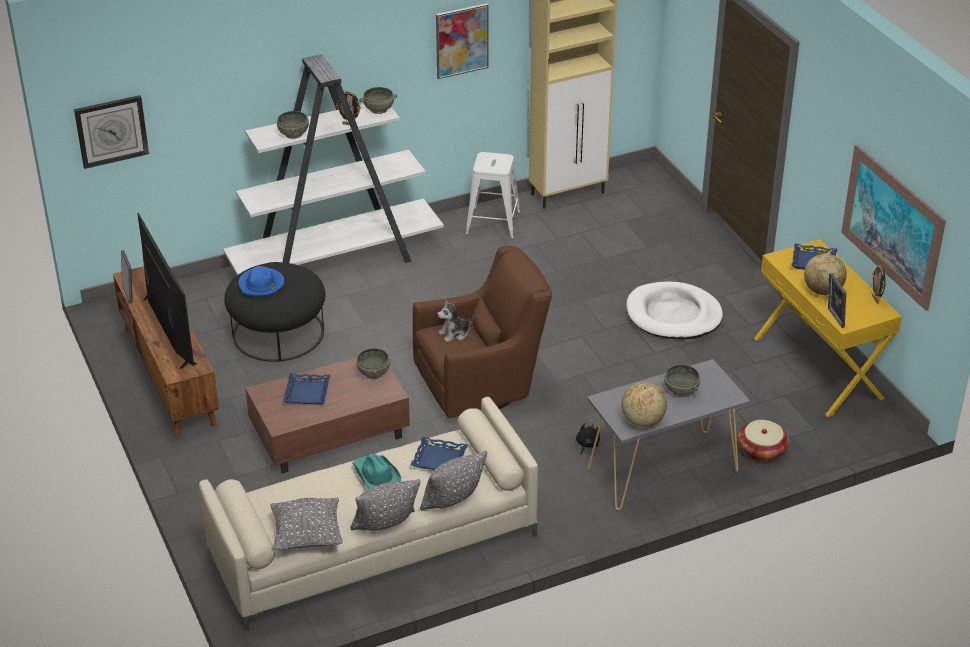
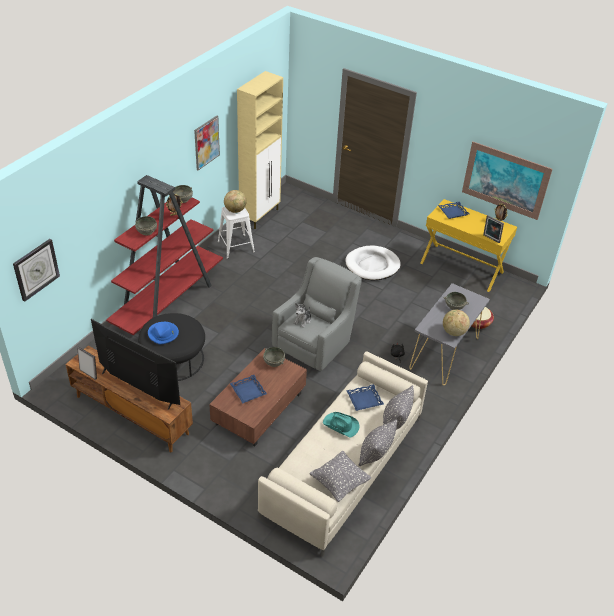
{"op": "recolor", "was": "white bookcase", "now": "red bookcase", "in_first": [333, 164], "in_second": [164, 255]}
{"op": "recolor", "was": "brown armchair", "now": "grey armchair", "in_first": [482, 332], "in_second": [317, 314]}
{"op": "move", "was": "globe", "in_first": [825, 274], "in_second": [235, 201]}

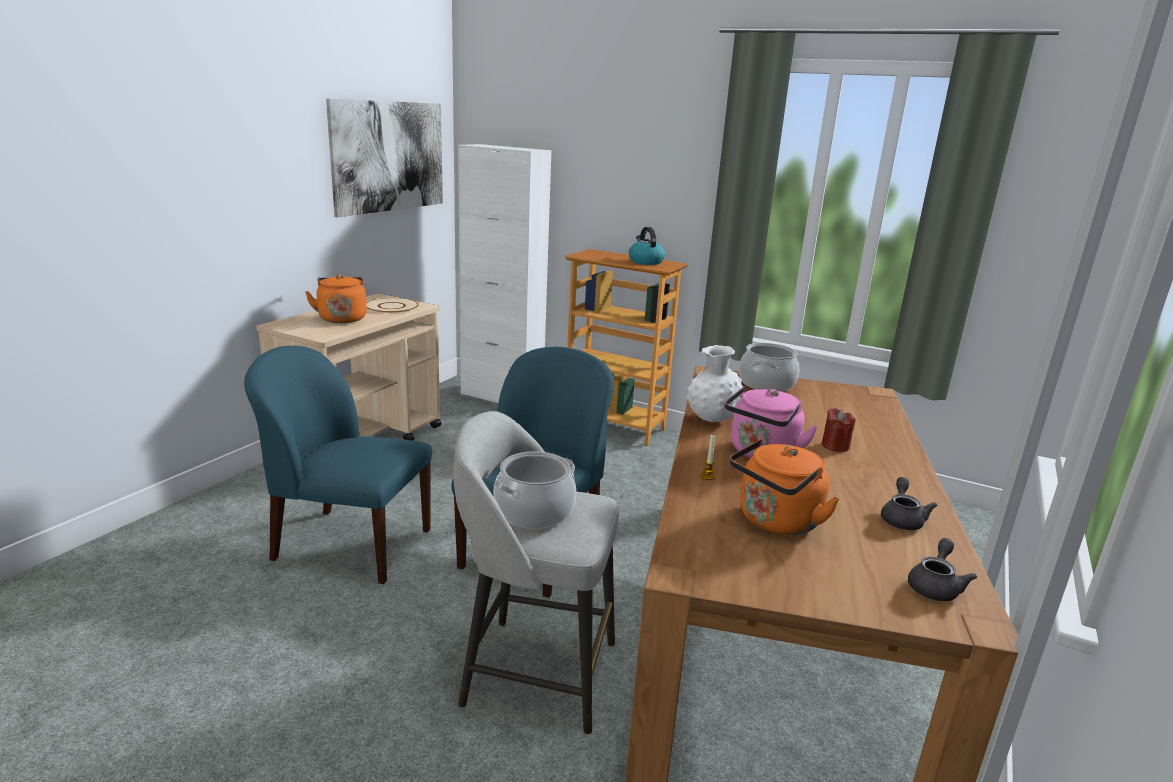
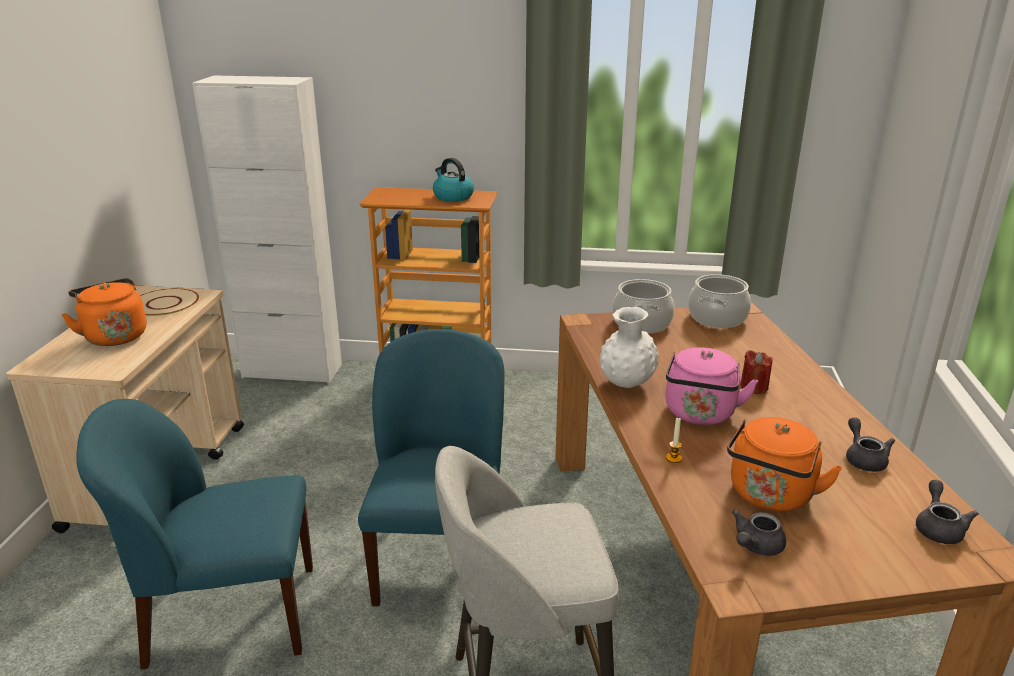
{"op": "delete", "was": "picture", "in_first": [384, 158]}
{"op": "move", "was": "cooking pot", "in_first": [534, 490], "in_second": [719, 301]}
{"op": "insert", "now": "grey teapot", "in_second": [759, 533]}

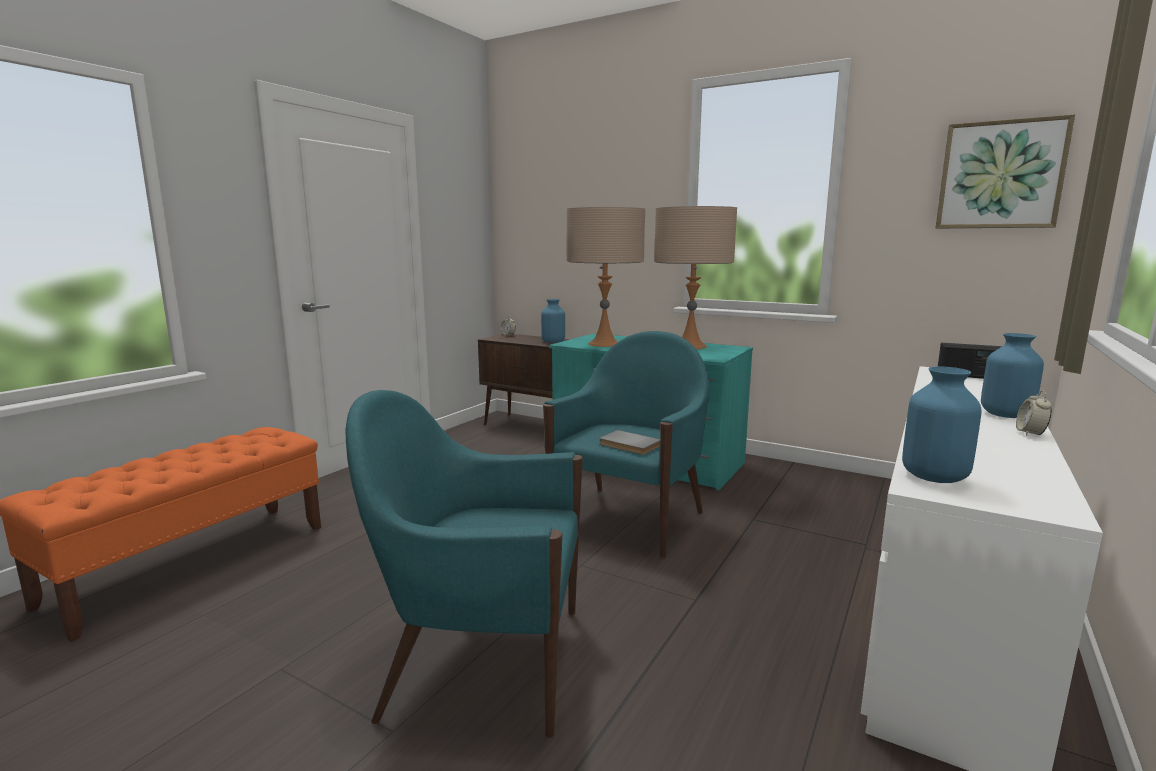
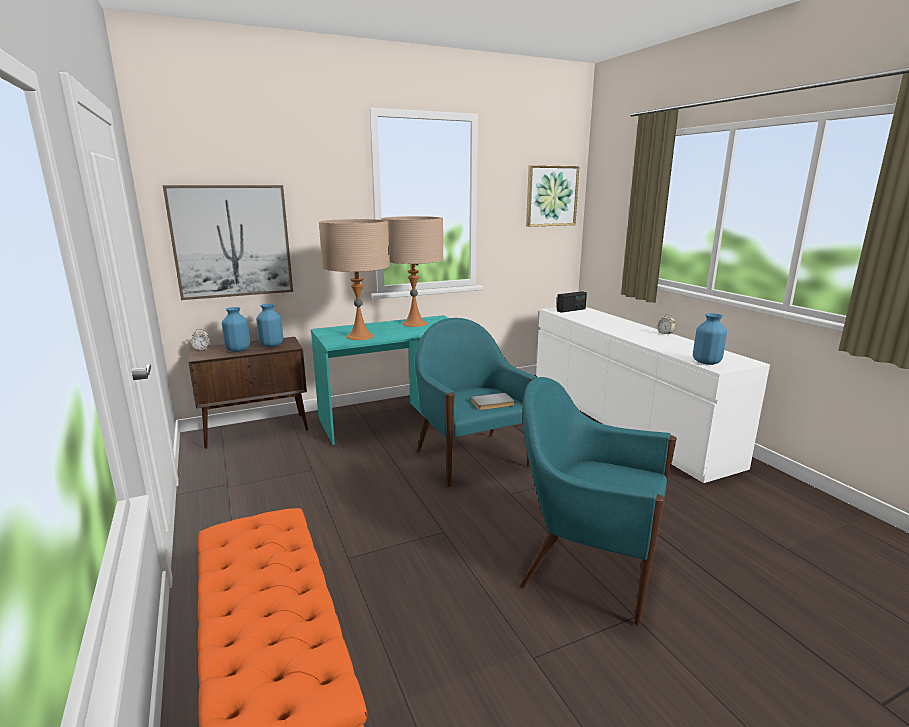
{"op": "move", "was": "blue vase", "in_first": [1012, 375], "in_second": [236, 329]}
{"op": "rotate", "was": "turquoise armchair", "in_first": [464, 564], "in_second": [598, 501], "clockwise": 75}
{"op": "insert", "now": "picture", "in_second": [228, 242]}

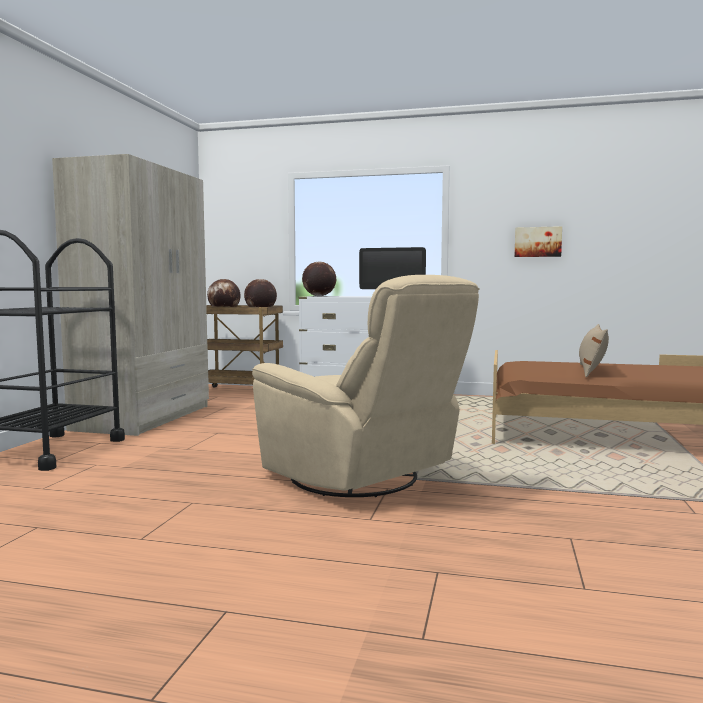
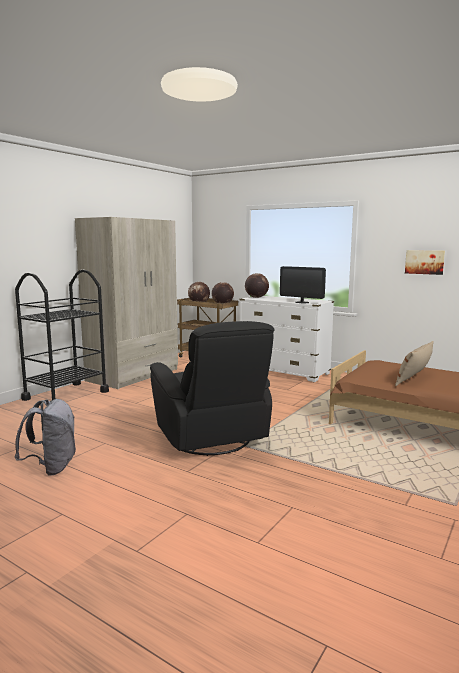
{"op": "recolor", "was": "beige armchair", "now": "black armchair", "in_first": [366, 386], "in_second": [212, 388]}
{"op": "insert", "now": "grey backpack", "in_second": [45, 437]}

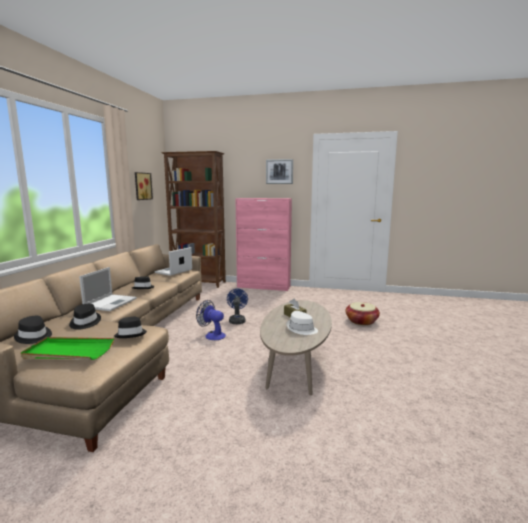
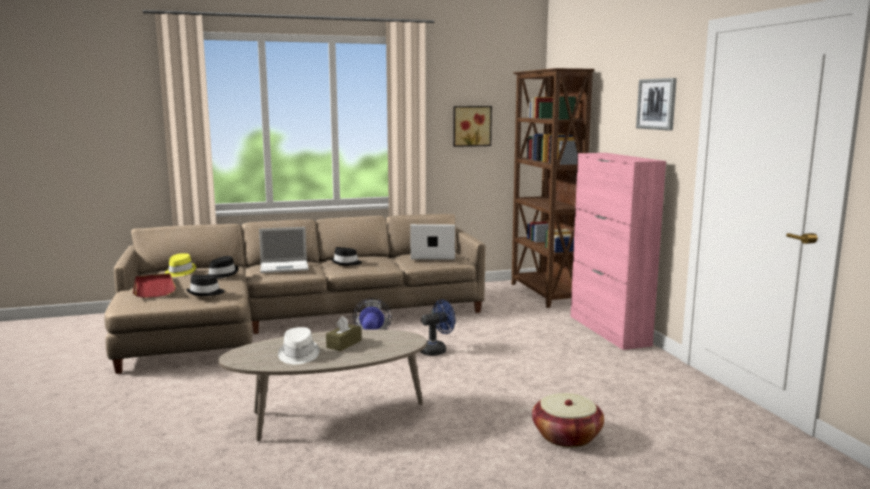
{"op": "recolor", "was": "black hat", "now": "yellow hat", "in_first": [33, 330], "in_second": [180, 265]}
{"op": "recolor", "was": "green tray", "now": "red tray", "in_first": [67, 348], "in_second": [154, 285]}

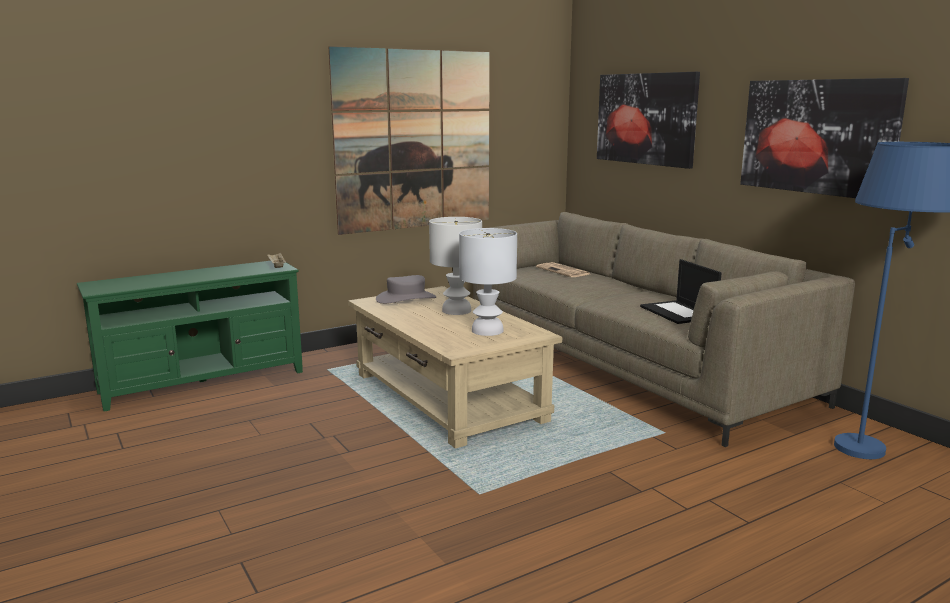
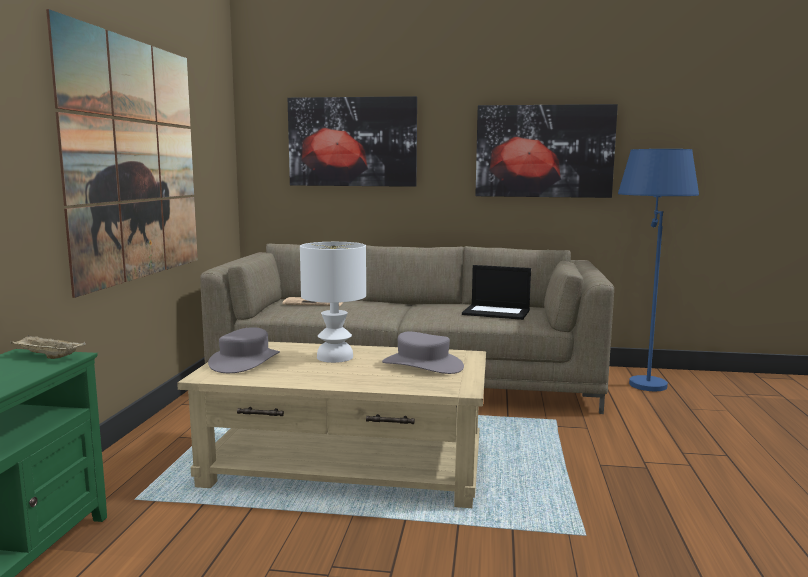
{"op": "replace", "was": "white table lamp", "now": "grey hat", "in_first": [488, 282], "in_second": [423, 353]}

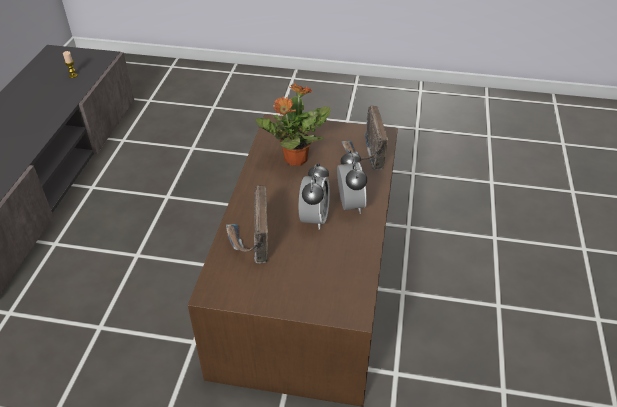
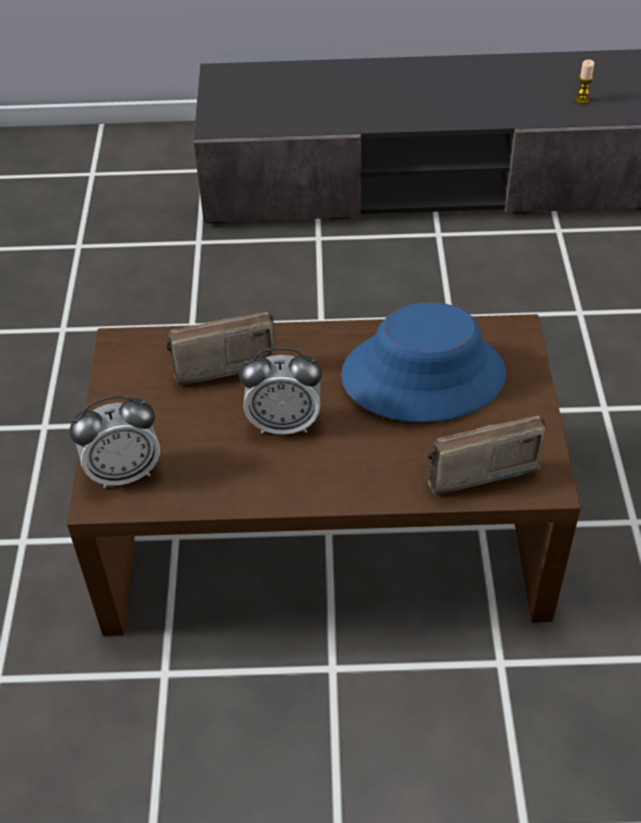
{"op": "replace", "was": "potted plant", "now": "blue hat", "in_first": [293, 124], "in_second": [423, 362]}
{"op": "move", "was": "alarm clock", "in_first": [352, 182], "in_second": [115, 442]}

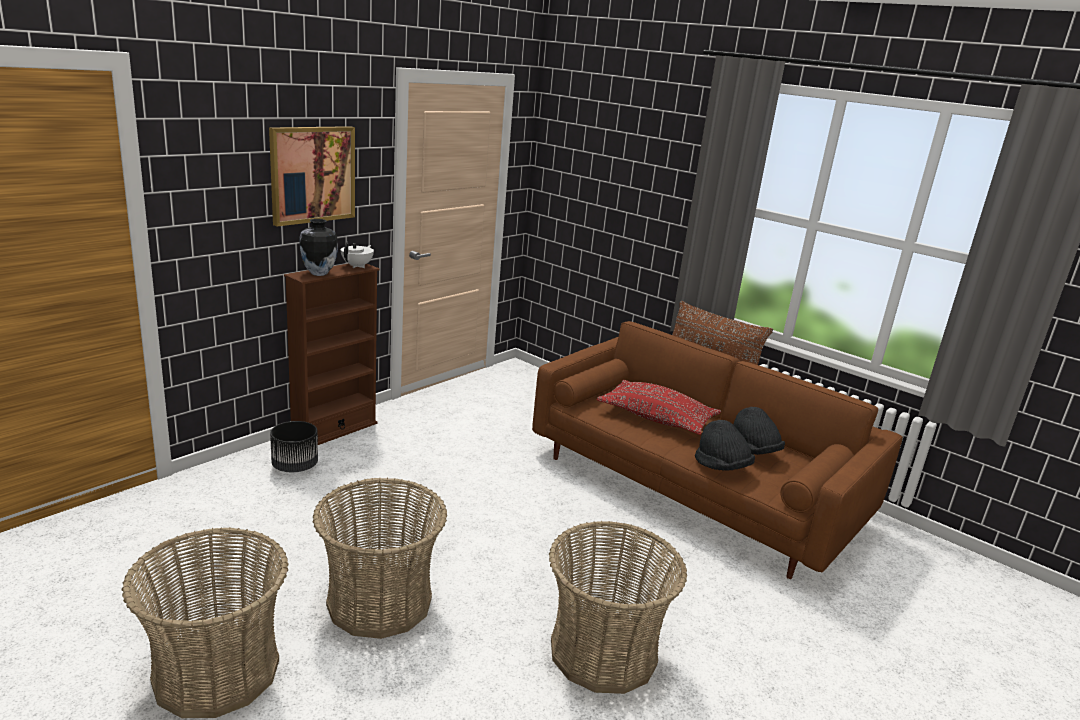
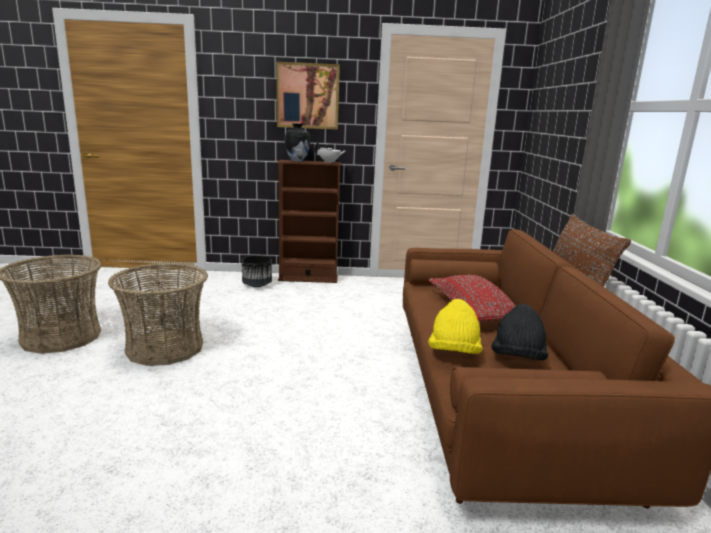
{"op": "recolor", "was": "black hat", "now": "yellow hat", "in_first": [725, 445], "in_second": [455, 326]}
{"op": "delete", "was": "basket", "in_first": [618, 607]}

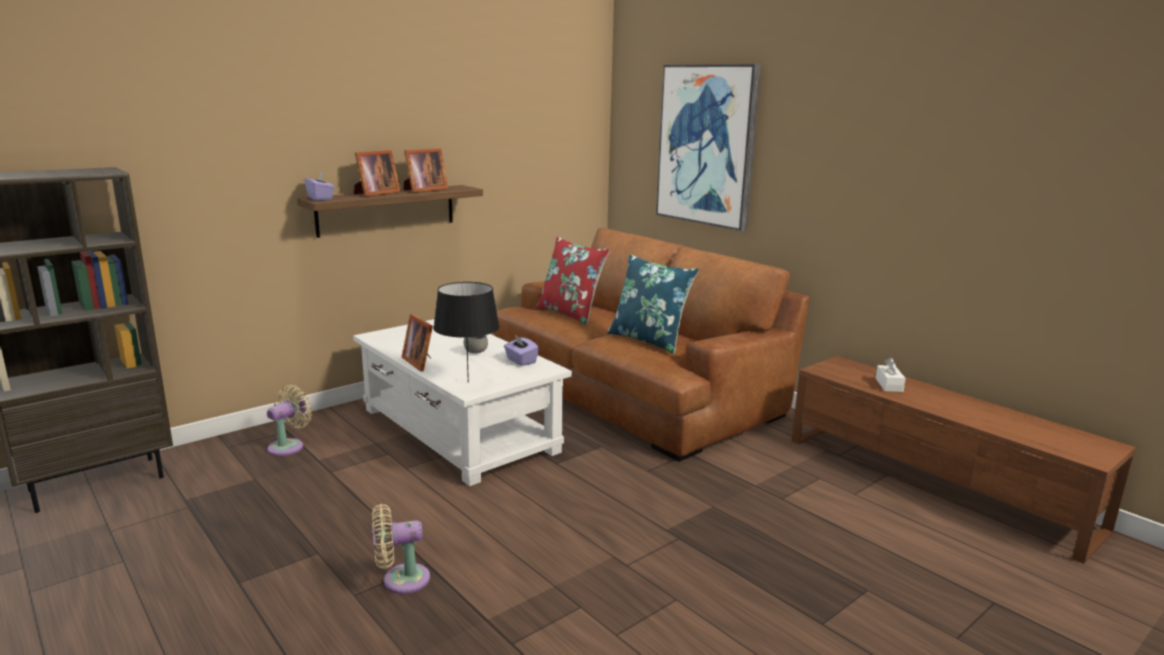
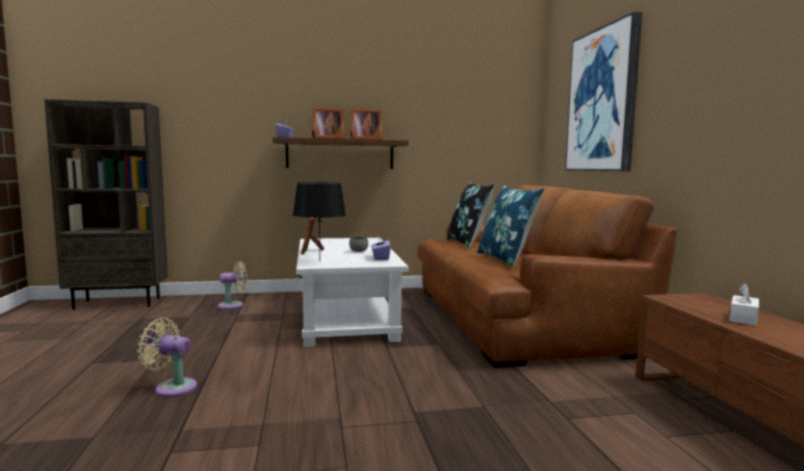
{"op": "recolor", "was": "red pillow", "now": "black pillow", "in_first": [573, 280], "in_second": [471, 215]}

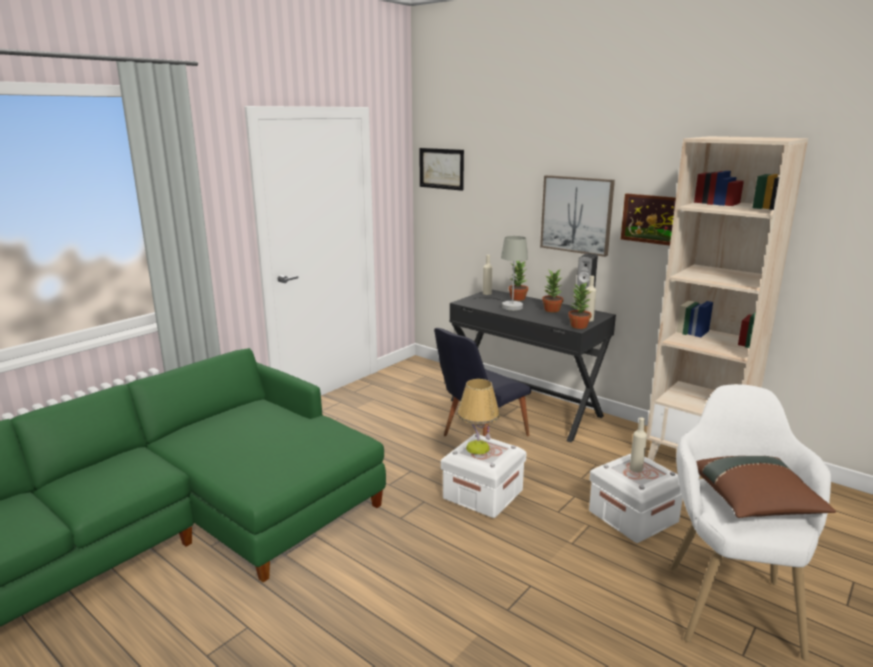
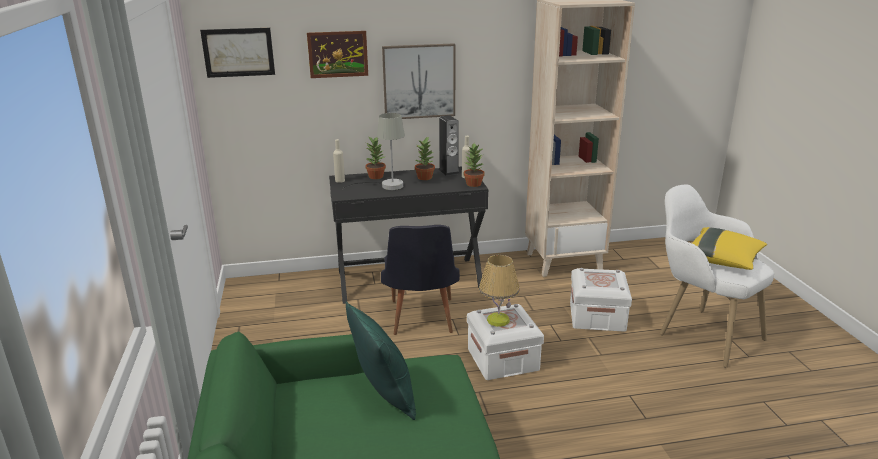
{"op": "move", "was": "picture", "in_first": [648, 219], "in_second": [337, 54]}
{"op": "delete", "was": "beige bottle", "in_first": [638, 445]}
{"op": "recolor", "was": "brown pillow", "now": "yellow pillow", "in_first": [766, 487], "in_second": [729, 248]}
{"op": "insert", "now": "green pillow", "in_second": [380, 360]}

